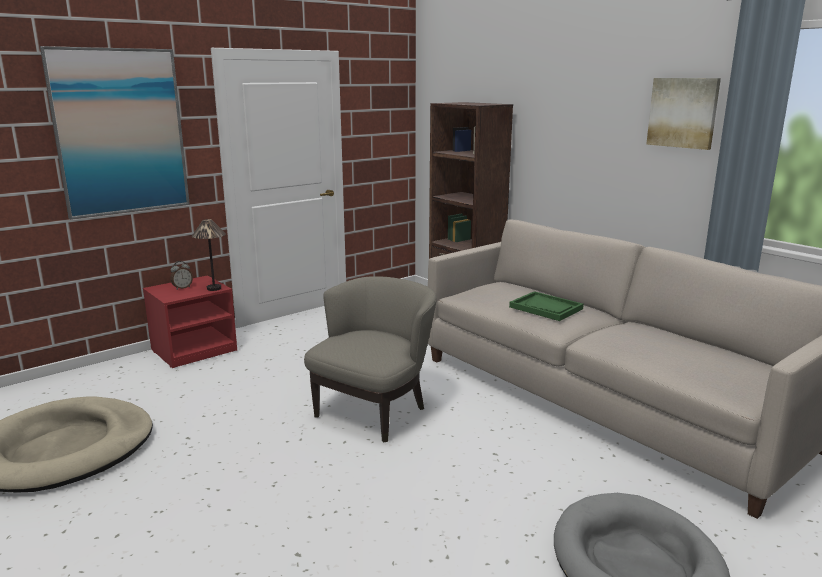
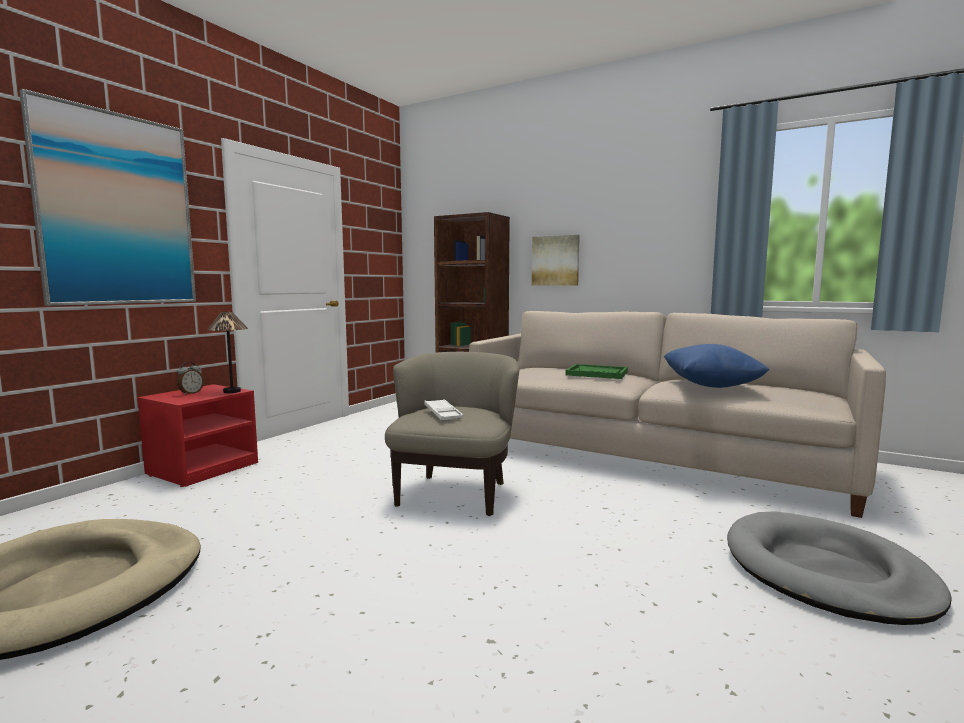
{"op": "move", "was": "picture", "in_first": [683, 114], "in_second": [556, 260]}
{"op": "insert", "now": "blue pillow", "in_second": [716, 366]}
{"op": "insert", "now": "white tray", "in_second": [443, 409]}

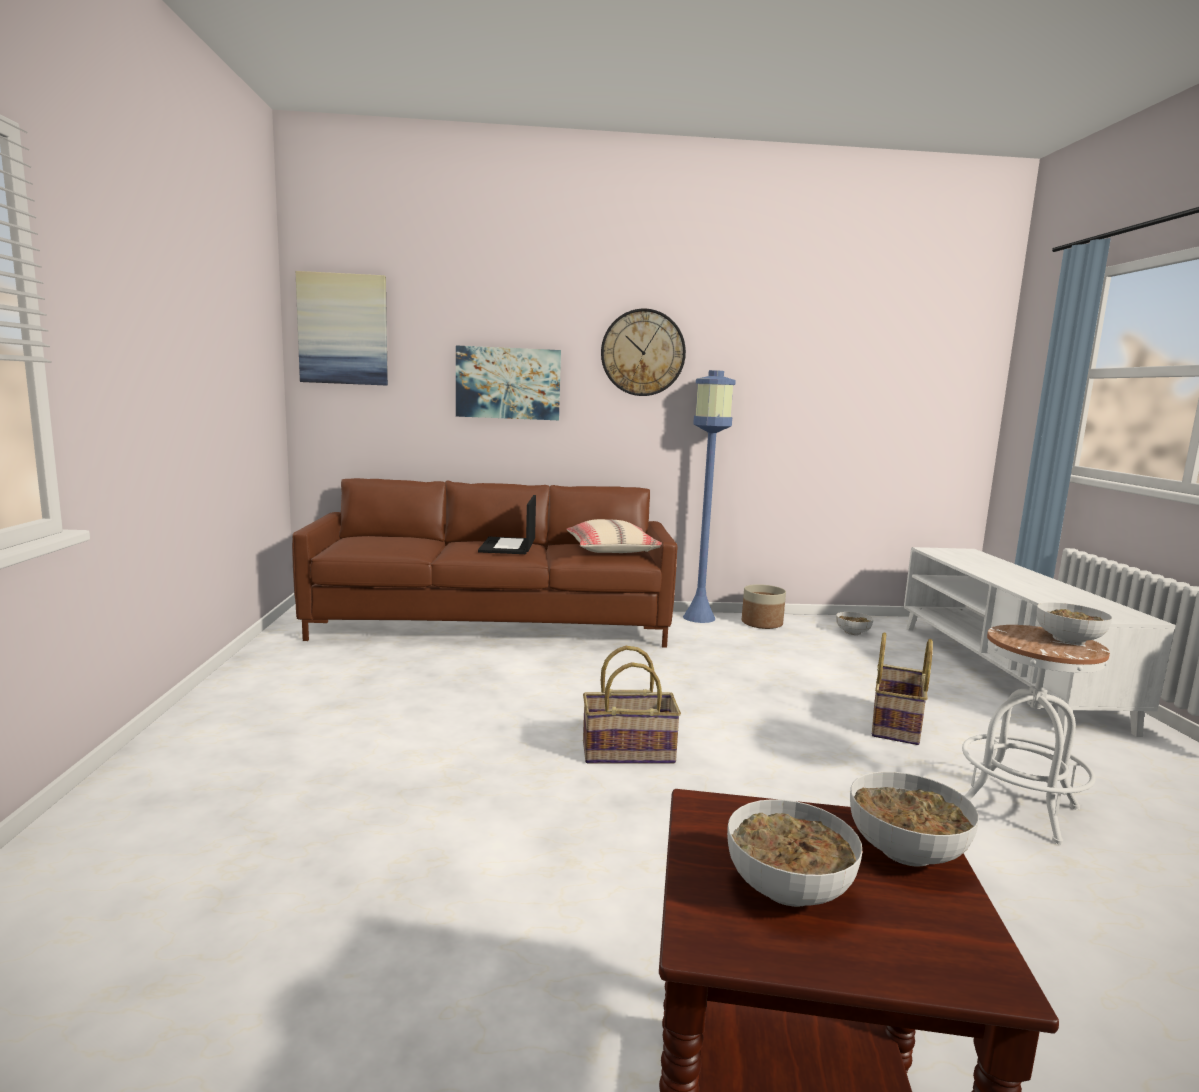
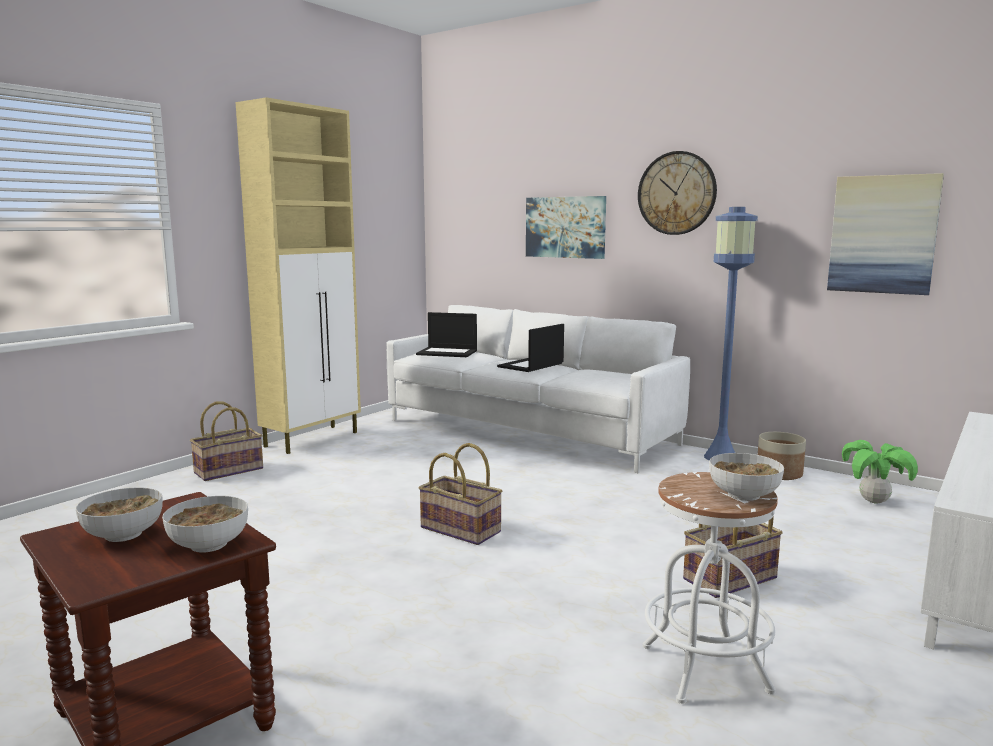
{"op": "move", "was": "picture", "in_first": [341, 328], "in_second": [885, 234]}
{"op": "recolor", "was": "brown sofa", "now": "white sofa", "in_first": [485, 563], "in_second": [538, 389]}
{"op": "delete", "was": "beige pillow", "in_first": [614, 536]}
{"op": "replace", "was": "bowl", "now": "potted plant", "in_first": [854, 623], "in_second": [880, 472]}
{"op": "insert", "now": "beige cabinet", "in_second": [298, 275]}
{"op": "insert", "now": "laptop", "in_second": [446, 334]}
{"op": "insert", "now": "basket", "in_second": [226, 441]}

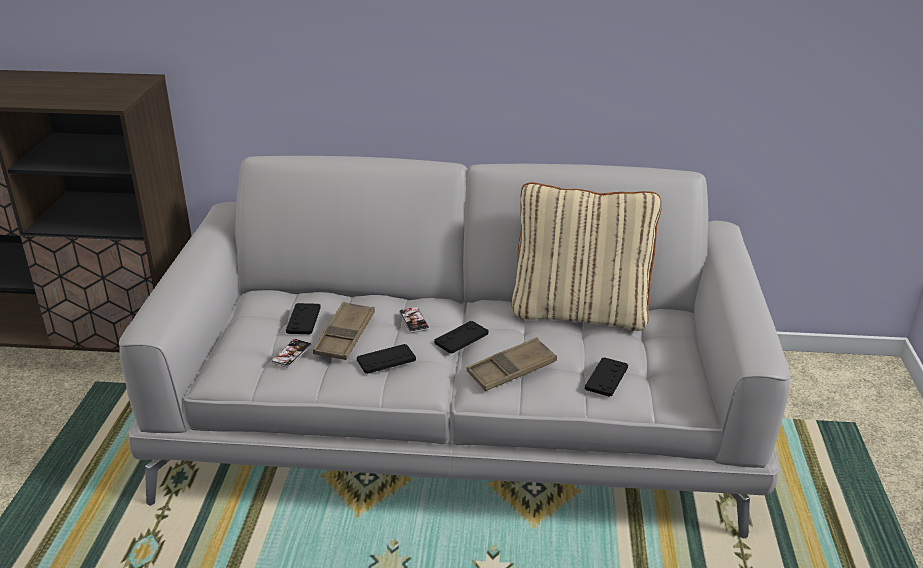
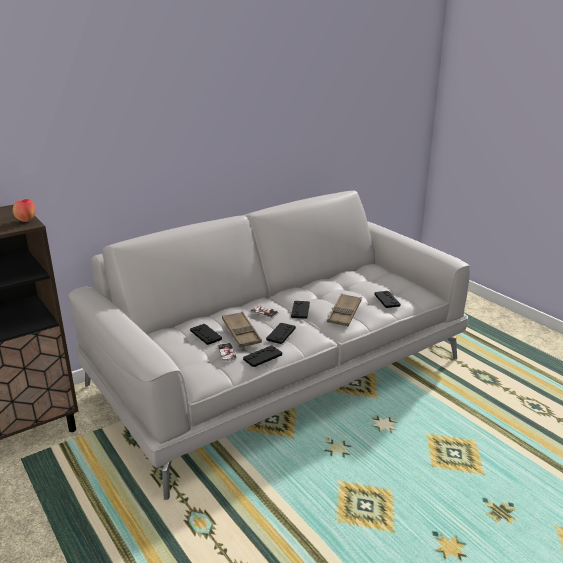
{"op": "delete", "was": "beige pillow", "in_first": [587, 256]}
{"op": "insert", "now": "apple", "in_second": [24, 210]}
{"op": "insert", "now": "black game controller", "in_second": [262, 356]}

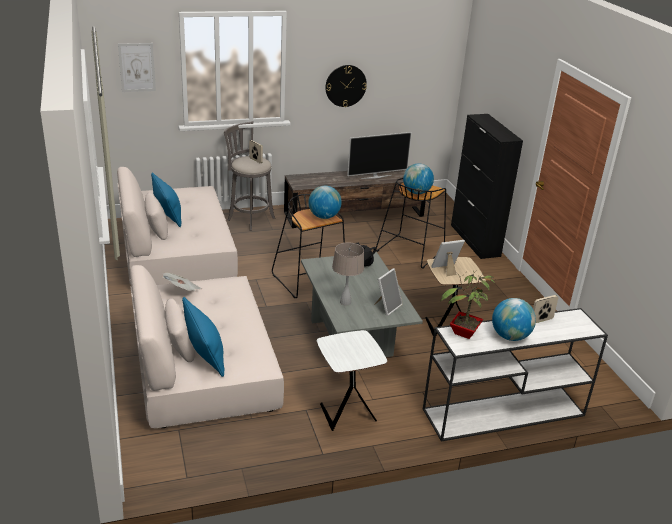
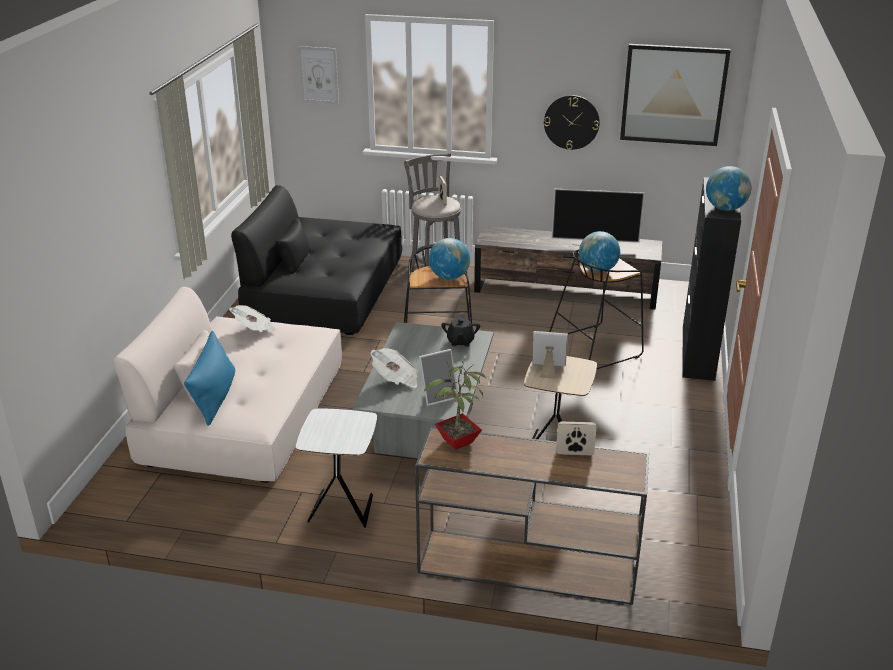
{"op": "recolor", "was": "beige sofa", "now": "black sofa", "in_first": [177, 226], "in_second": [316, 260]}
{"op": "delete", "was": "blue pillow", "in_first": [166, 199]}
{"op": "replace", "was": "beige table lamp", "now": "newspaper", "in_first": [348, 274], "in_second": [394, 368]}
{"op": "move", "was": "globe", "in_first": [514, 319], "in_second": [728, 188]}
{"op": "recolor", "was": "white console table", "now": "brown console table", "in_first": [515, 375], "in_second": [532, 515]}
{"op": "insert", "now": "picture", "in_second": [675, 95]}

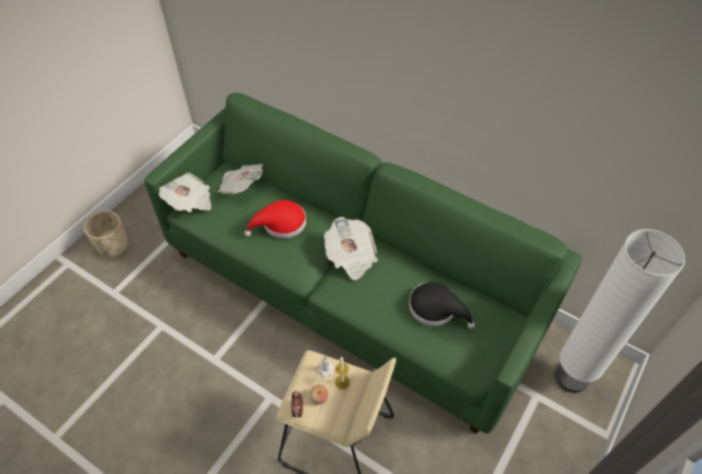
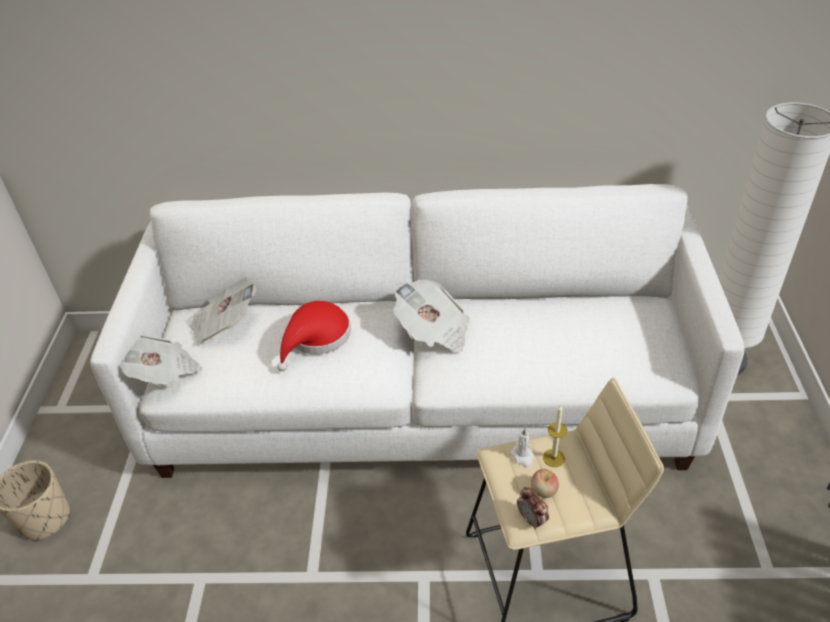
{"op": "recolor", "was": "green sofa", "now": "white sofa", "in_first": [363, 263], "in_second": [417, 331]}
{"op": "delete", "was": "black hat", "in_first": [442, 305]}

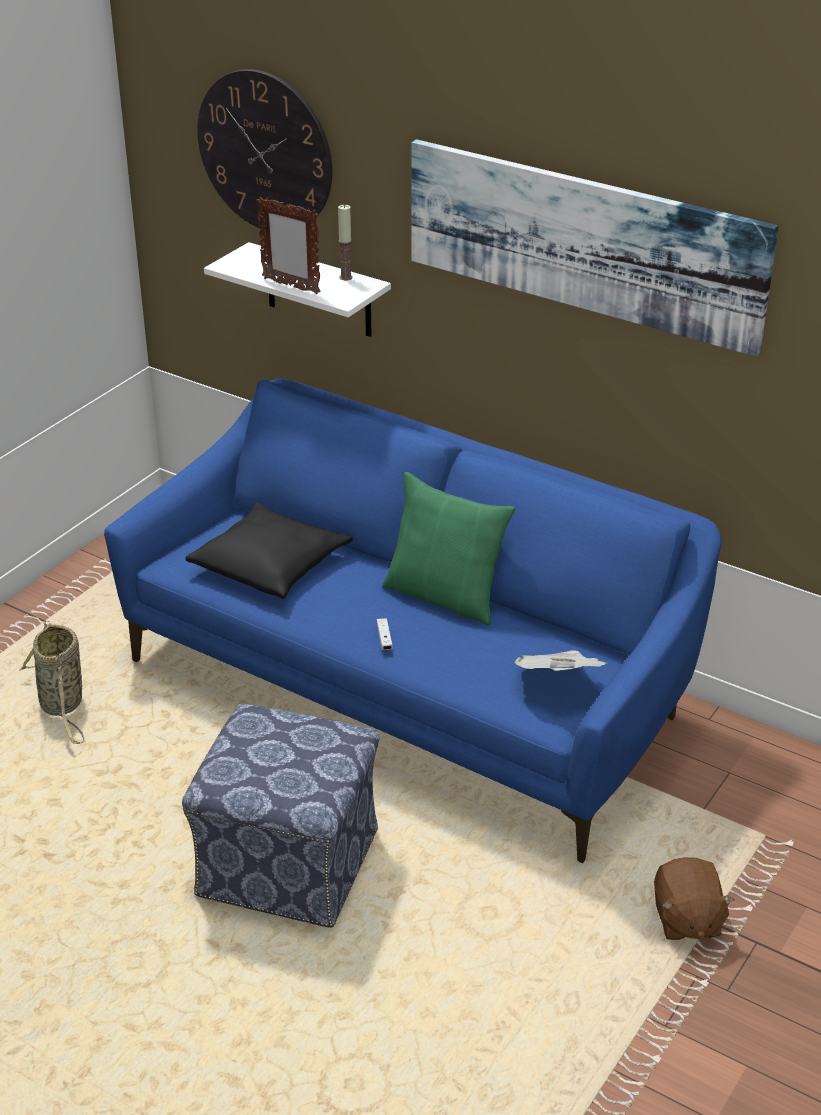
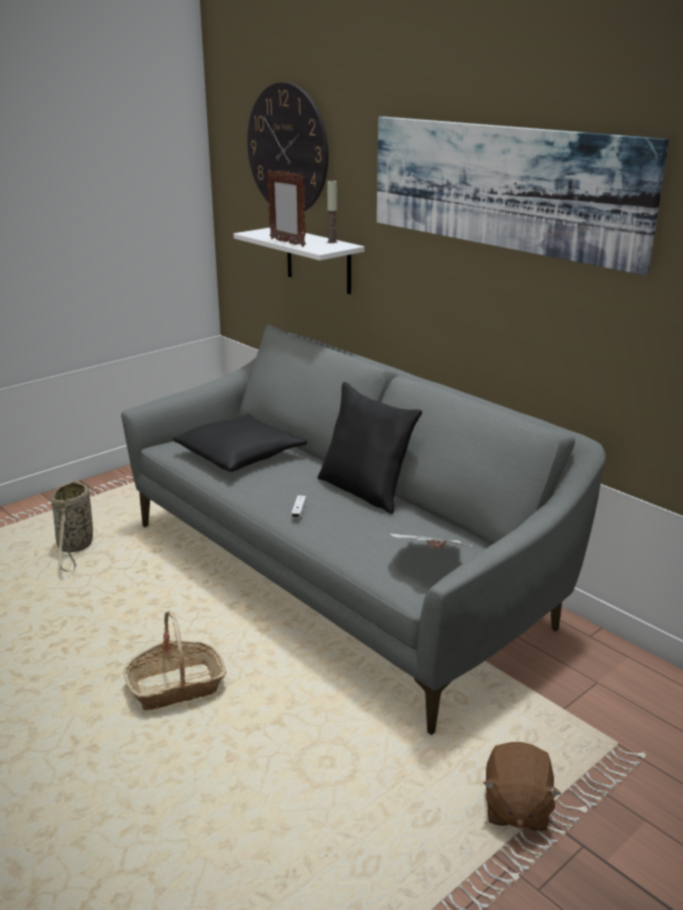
{"op": "recolor", "was": "blue sofa", "now": "grey sofa", "in_first": [413, 620], "in_second": [363, 530]}
{"op": "recolor", "was": "green pillow", "now": "black pillow", "in_first": [448, 548], "in_second": [370, 448]}
{"op": "replace", "was": "ottoman", "now": "basket", "in_first": [281, 815], "in_second": [175, 660]}

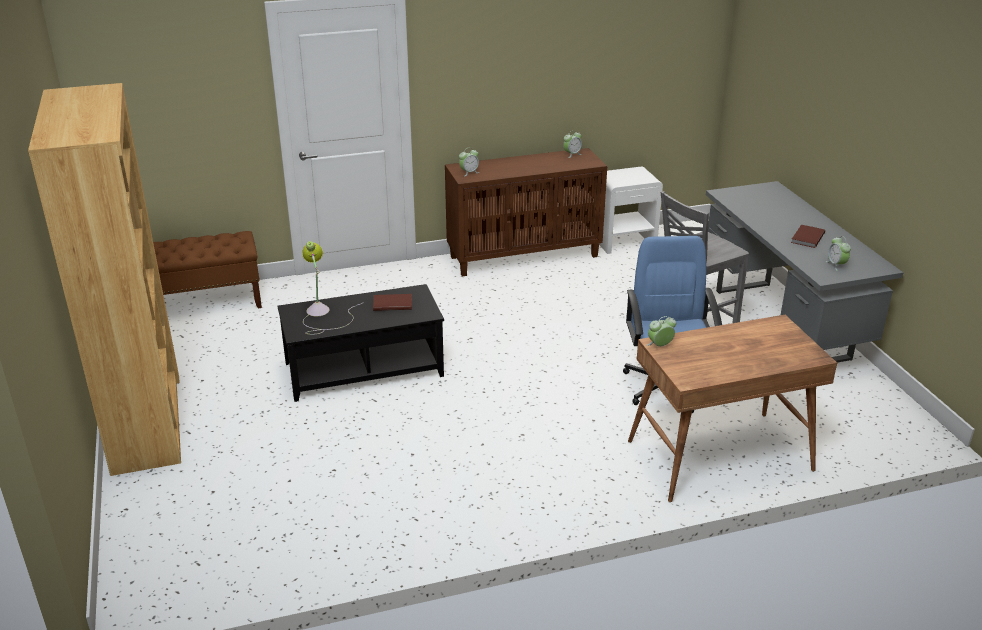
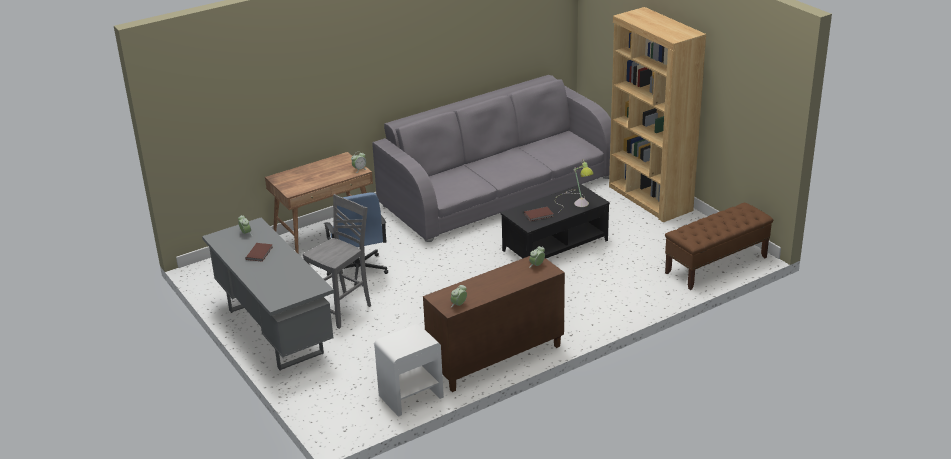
{"op": "insert", "now": "grey sofa", "in_second": [491, 158]}

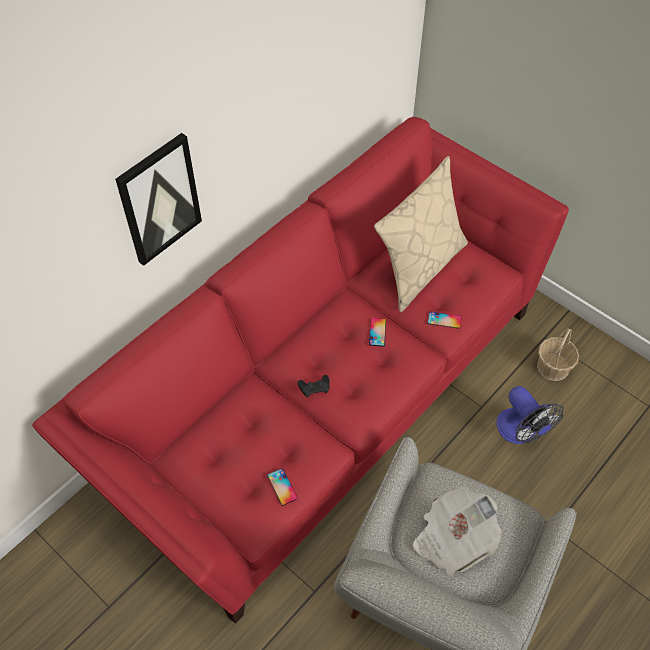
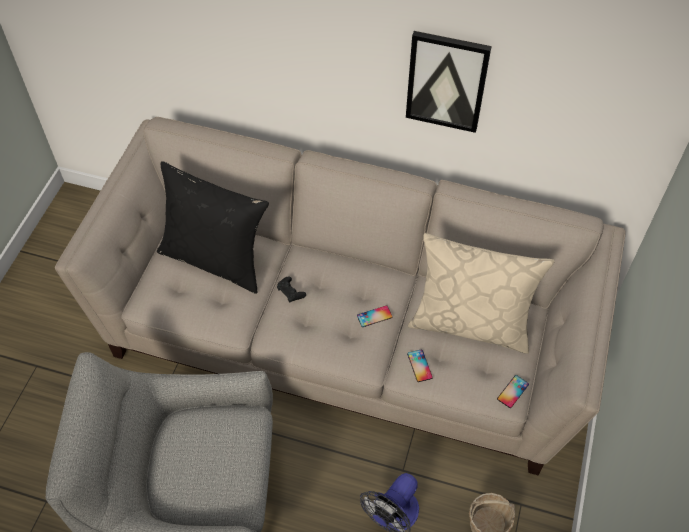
{"op": "recolor", "was": "red sofa", "now": "beige sofa", "in_first": [300, 370], "in_second": [340, 296]}
{"op": "move", "was": "picture", "in_first": [158, 199], "in_second": [449, 82]}
{"op": "move", "was": "phone", "in_first": [282, 487], "in_second": [513, 391]}
{"op": "delete", "was": "newspaper", "in_first": [457, 531]}
{"op": "insert", "now": "black pillow", "in_second": [213, 227]}

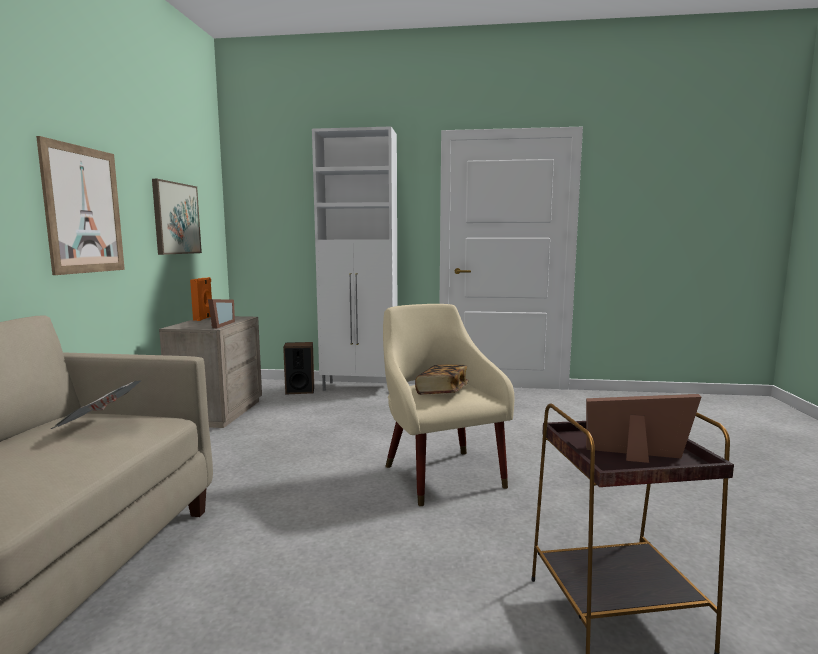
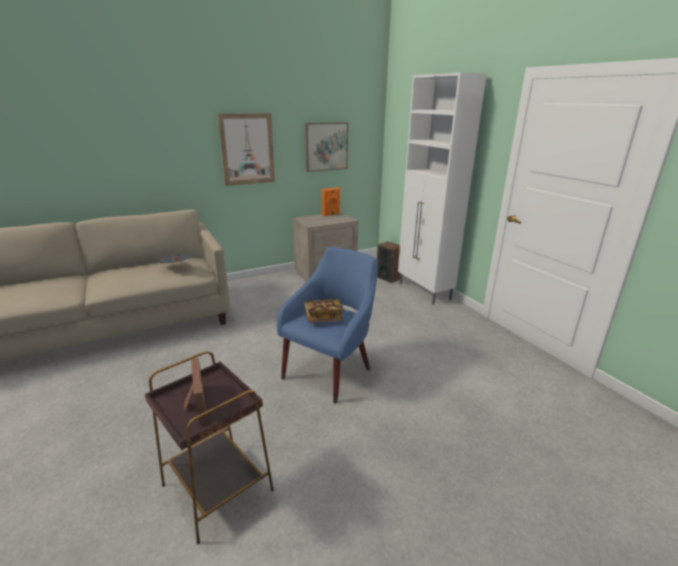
{"op": "delete", "was": "picture frame", "in_first": [221, 313]}
{"op": "recolor", "was": "beige armchair", "now": "blue armchair", "in_first": [448, 405], "in_second": [327, 325]}

